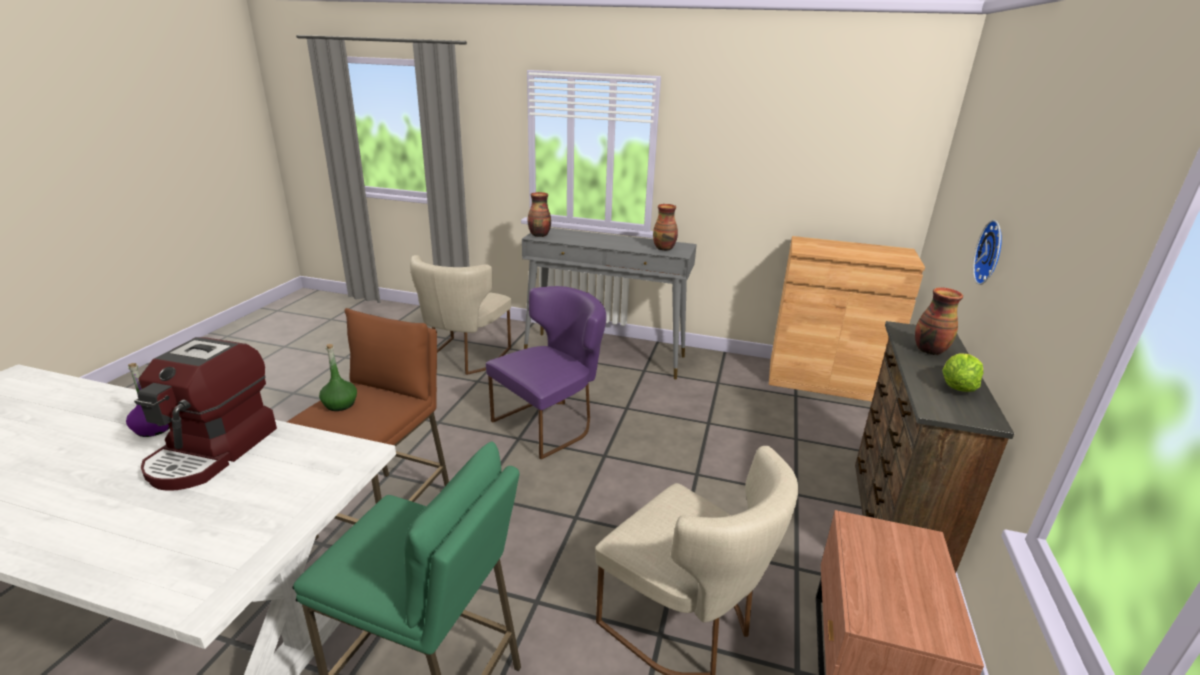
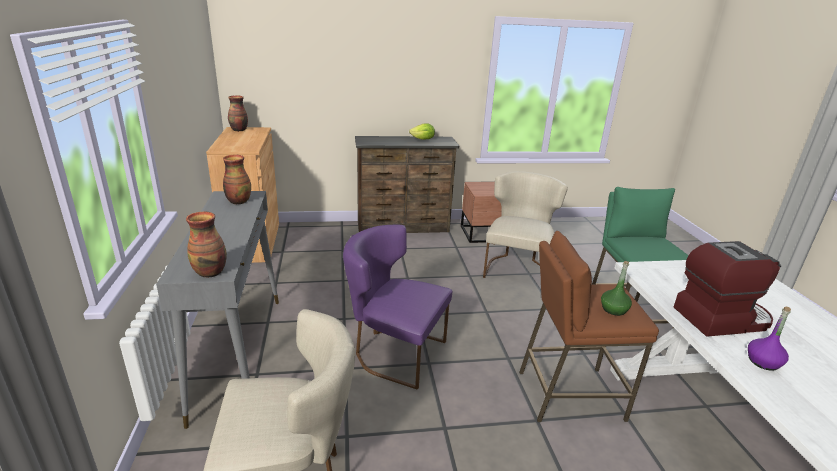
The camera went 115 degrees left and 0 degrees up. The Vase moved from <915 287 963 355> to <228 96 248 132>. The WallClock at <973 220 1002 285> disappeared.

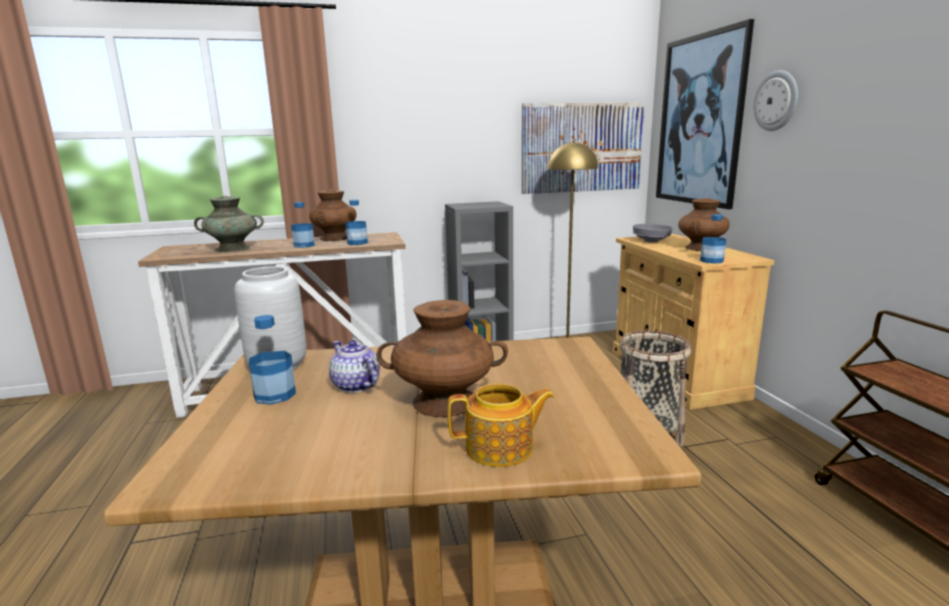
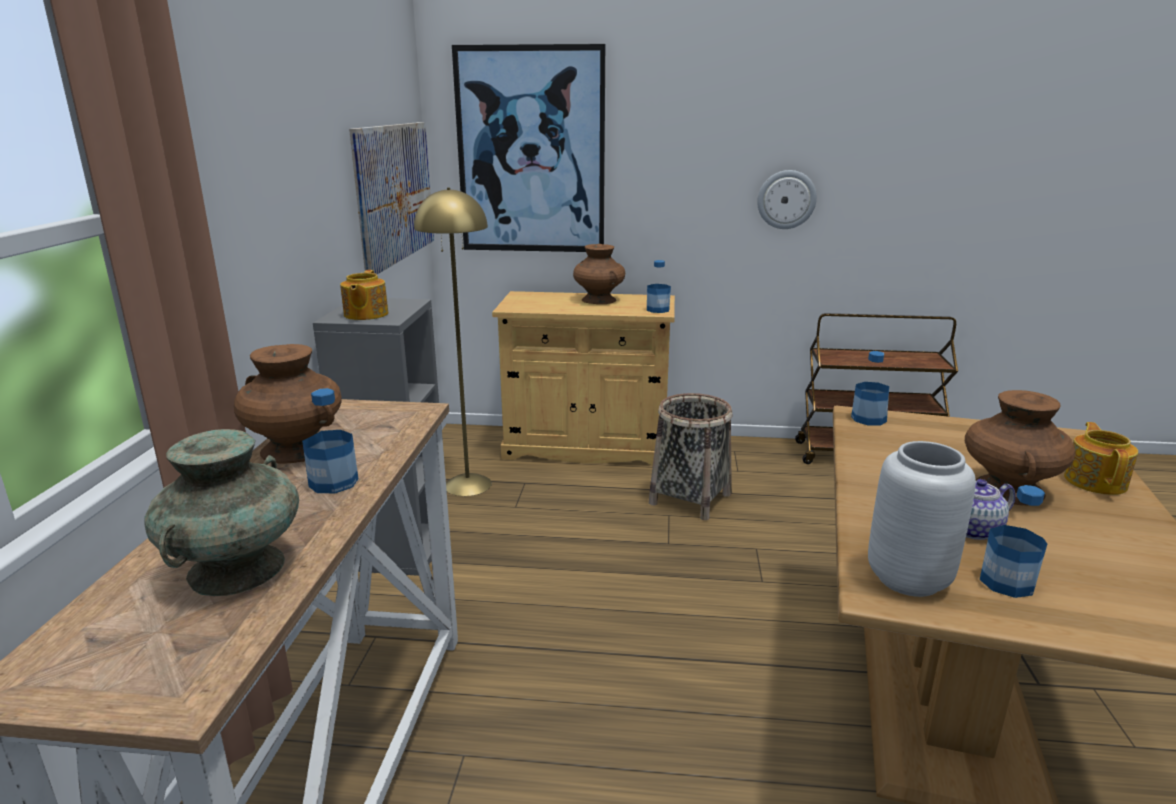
The camera went 70 degrees left and 5 degrees up. The Teapot at <340 270 388 320> appeared. The WallClock moved from <753 70 798 131> to <757 170 817 229>. The Bottle moved from <345 200 368 245> to <851 351 889 425>. The GreyBowl at <633 224 673 243> disappeared.

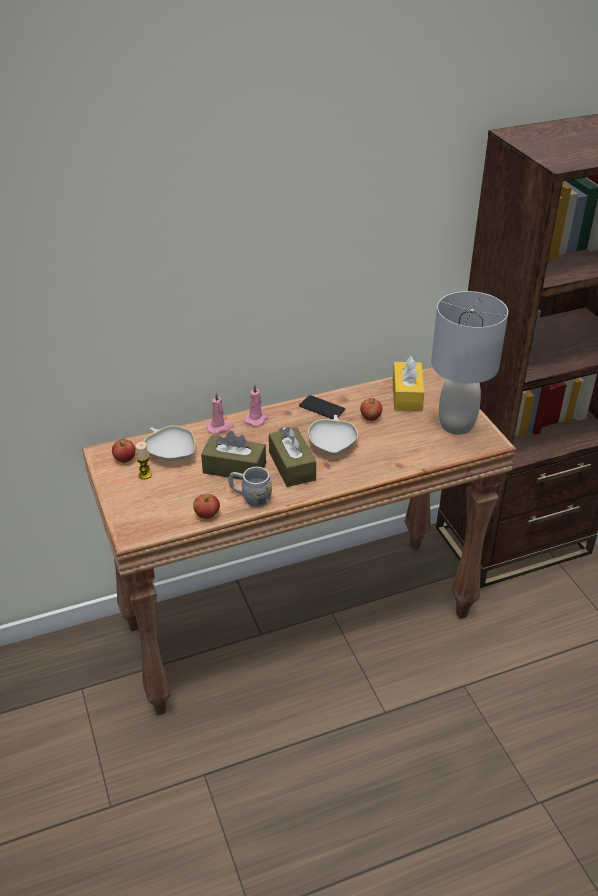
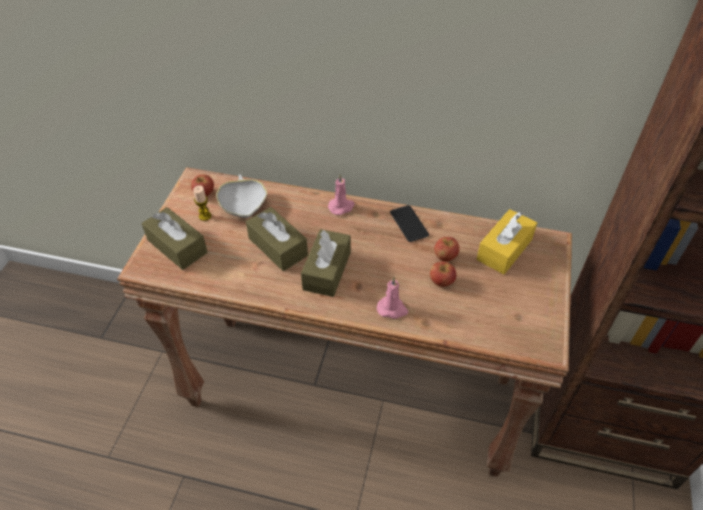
The camera went 35 degrees right and 10 degrees up. The BrownTissueBox at <142 207 208 270> appeared. The PinkCandle moved from <206 392 233 434> to <377 277 408 319>. The Apple moved from <193 494 220 519> to <430 261 456 287>. The GreyMug at <228 467 272 507> disappeared. The WhiteBowl at <308 415 358 455> disappeared. The GreyTableLamp at <431 291 508 435> disappeared.

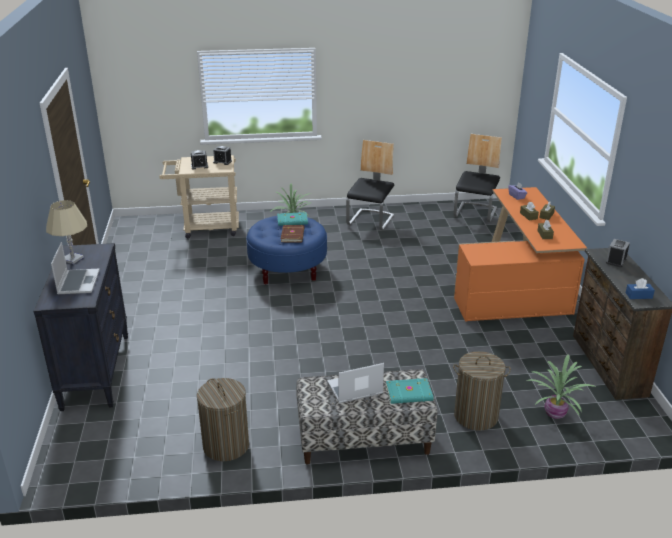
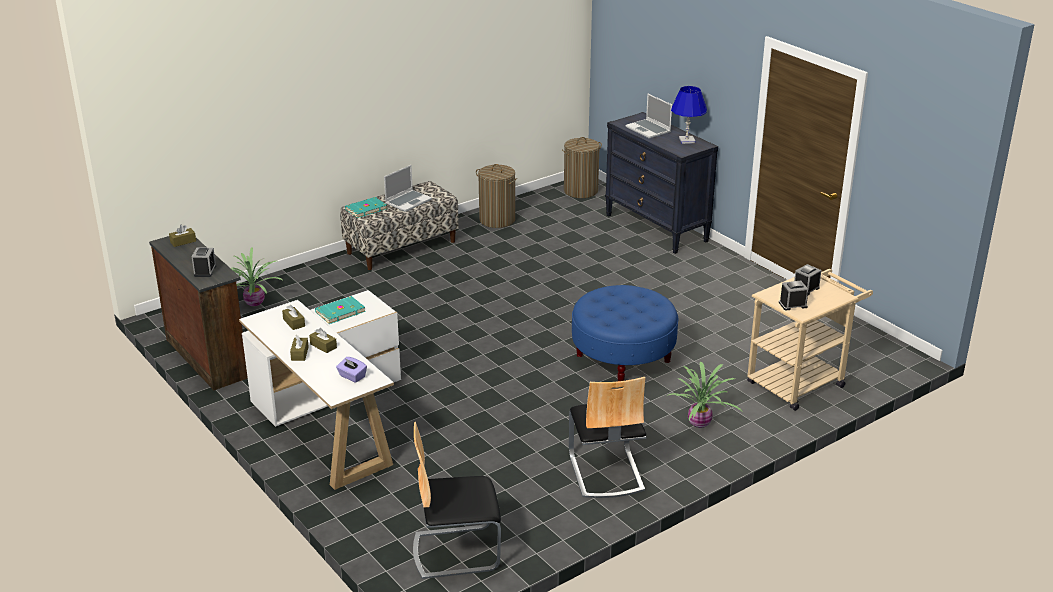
The camera went 150 degrees right and 0 degrees up. The BlueTissueBox at <626 278 655 299> became the BrownTissueBox at <169 225 196 247>. The OrangeDesk at <454 187 587 322> became the WhiteDesk at <239 290 401 490>. The TurquoiseBook moved from <277 212 308 226> to <315 296 366 324>. The Chair at <454 134 502 222> turned 90 degrees clockwise. The LaundryBasket moved from <453 351 511 431> to <562 137 602 198>. The BeigeTableLamp at <46 200 87 264> became the BlueTableLamp at <671 86 707 144>. The BrownBook at <281 225 304 243> disappeared.

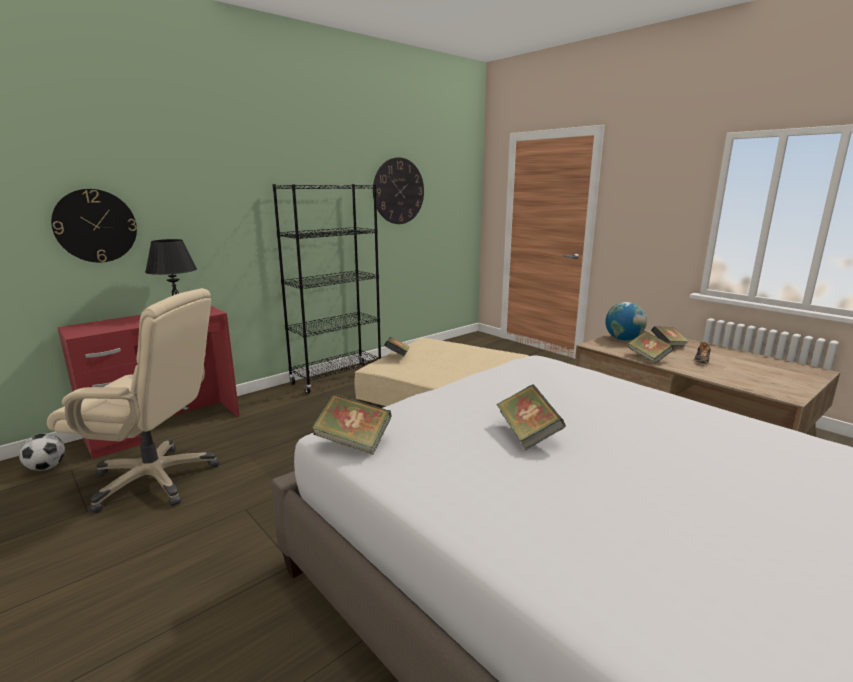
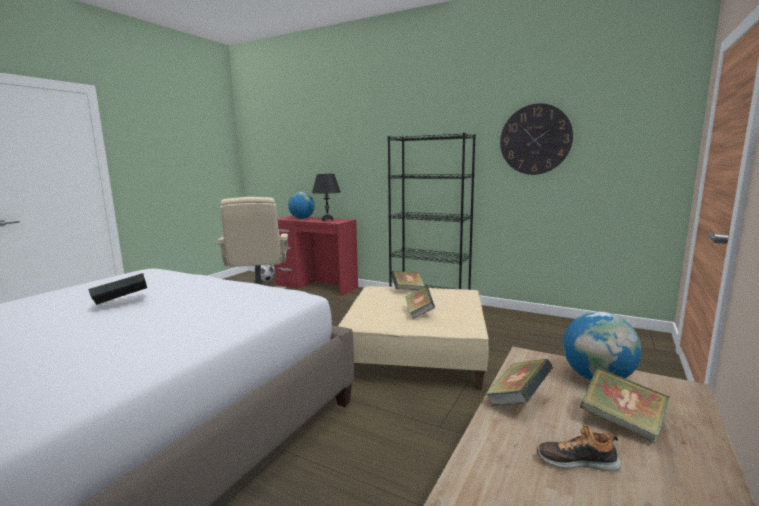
The camera went 70 degrees right and 5 degrees down. The Globe at <288 192 315 219> appeared. The Book moved from <312 393 391 455> to <406 286 435 319>. The WallClock at <51 189 137 262> disappeared.

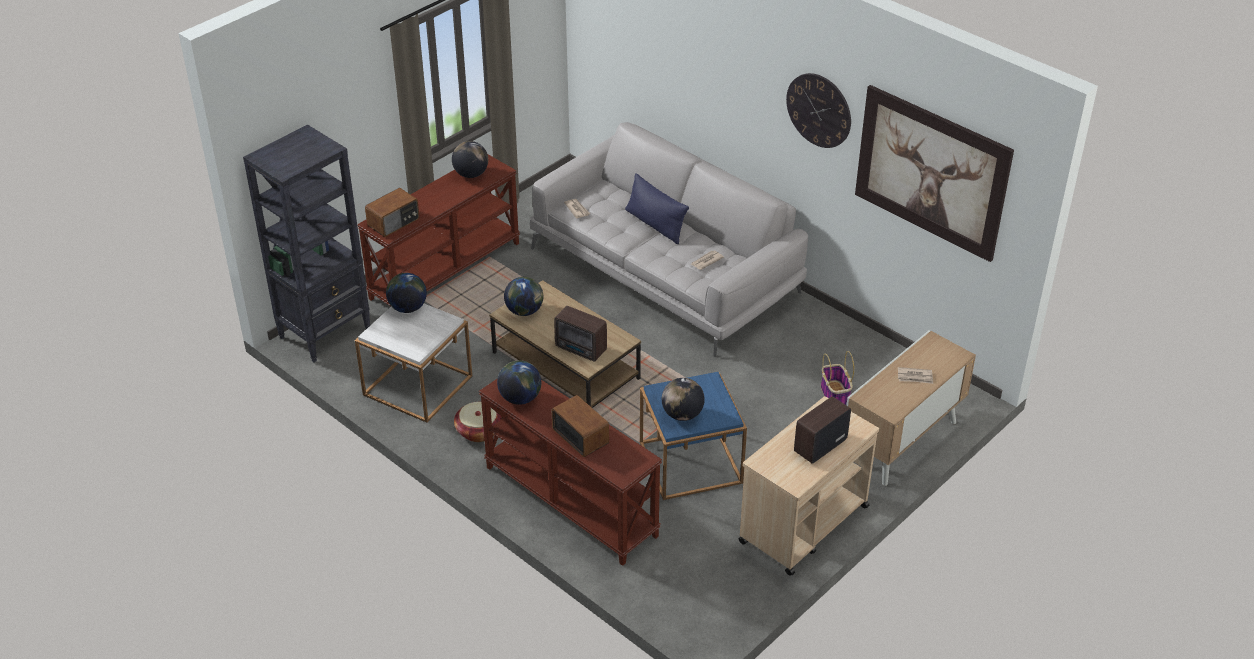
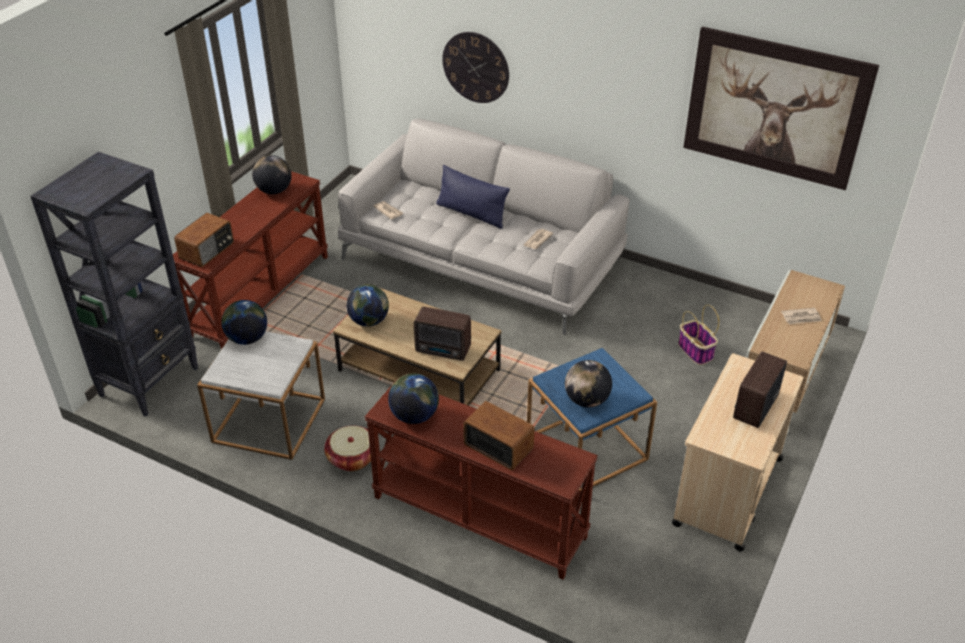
The camera went 15 degrees left and 0 degrees up. The WallClock moved from <786 73 851 148> to <442 32 509 103>.

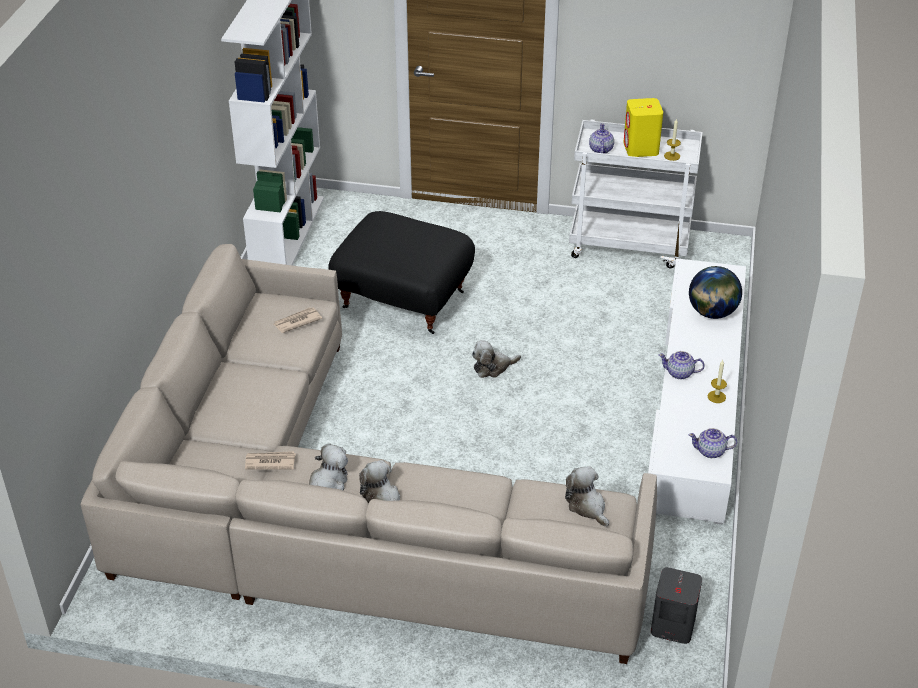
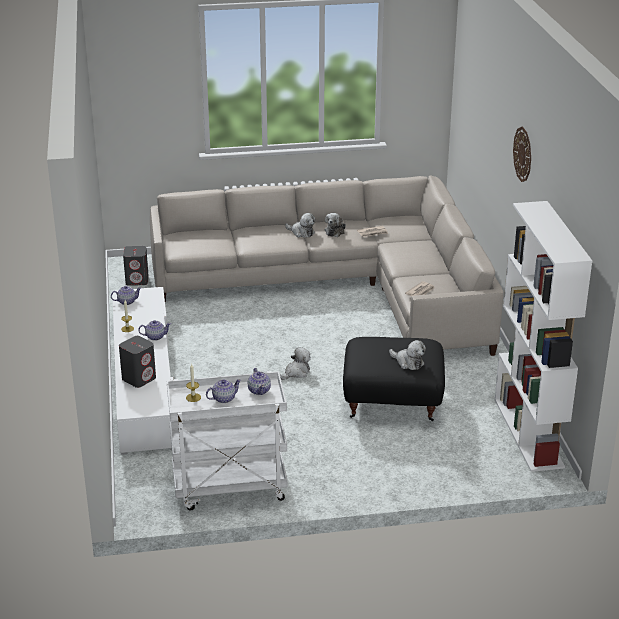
The camera went 160 degrees right and 10 degrees down. The Globe at <689 266 742 319> was replaced by the GreySpeaker at <119 336 156 388>. The YellowSpeaker at <623 98 663 157> was replaced by the Teapot at <206 379 241 403>. The PlushToy moved from <565 466 609 527> to <389 340 426 370>. The WallClock at <513 127 531 182> appeared.

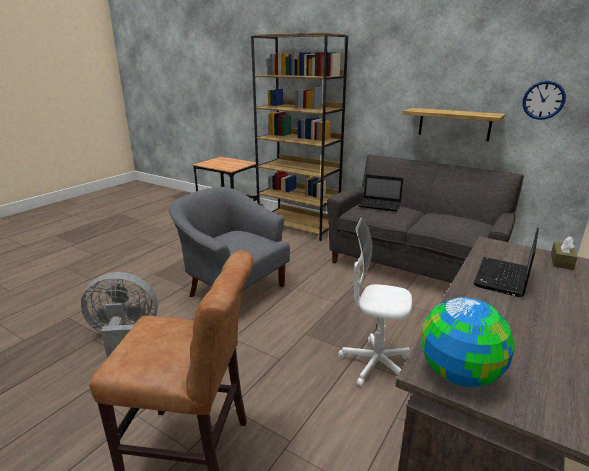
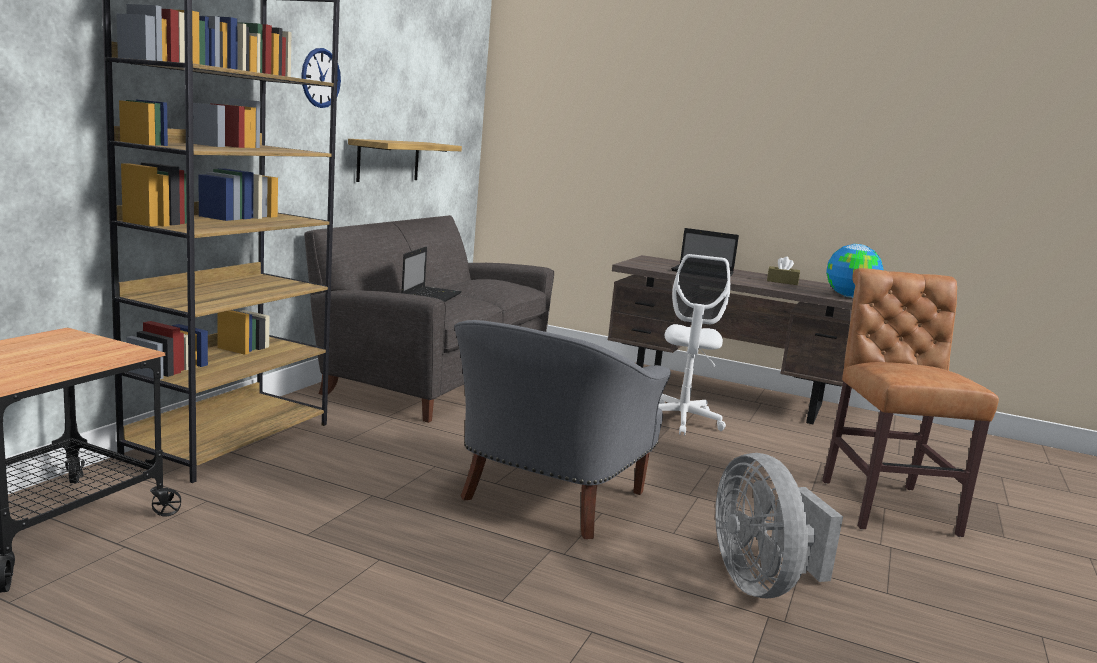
The camera went 100 degrees left and 10 degrees down. The WallClock moved from <522 81 566 120> to <301 48 341 108>. The BrownTissueBox moved from <551 236 578 270> to <767 256 800 285>.

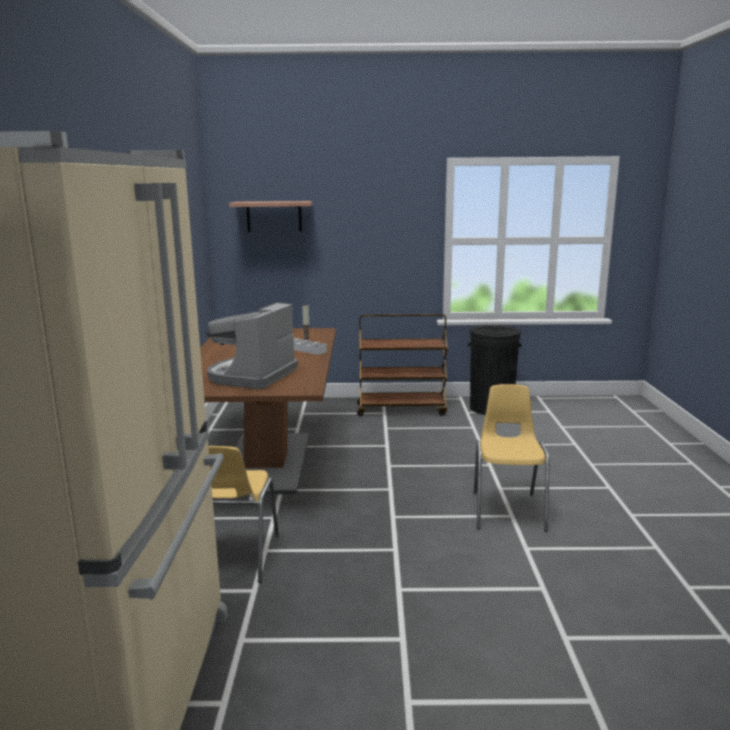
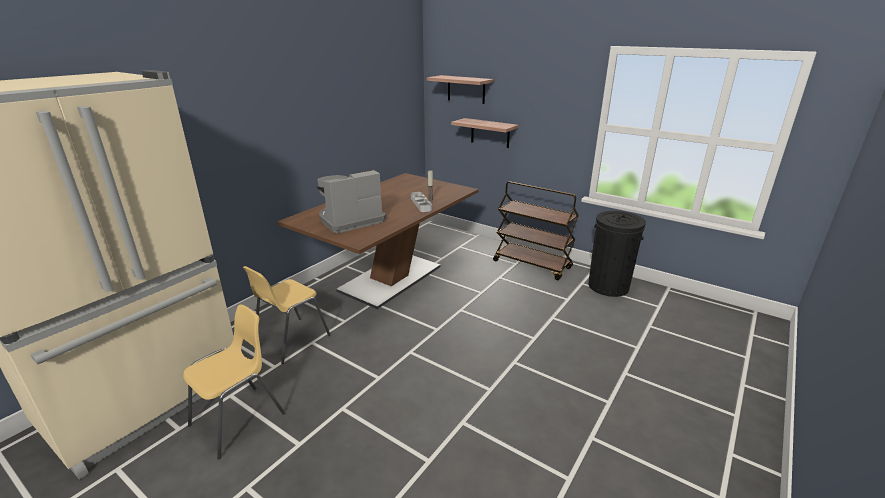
The camera went 35 degrees right and 10 degrees up. The YellowChair moved from <474 384 550 532> to <183 304 285 459>. The Shelf at <451 118 518 148> appeared.

